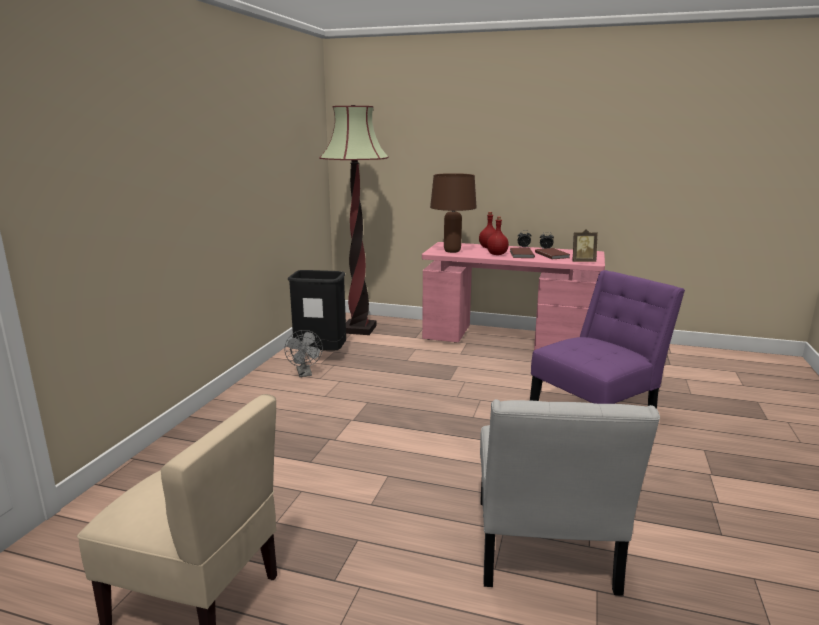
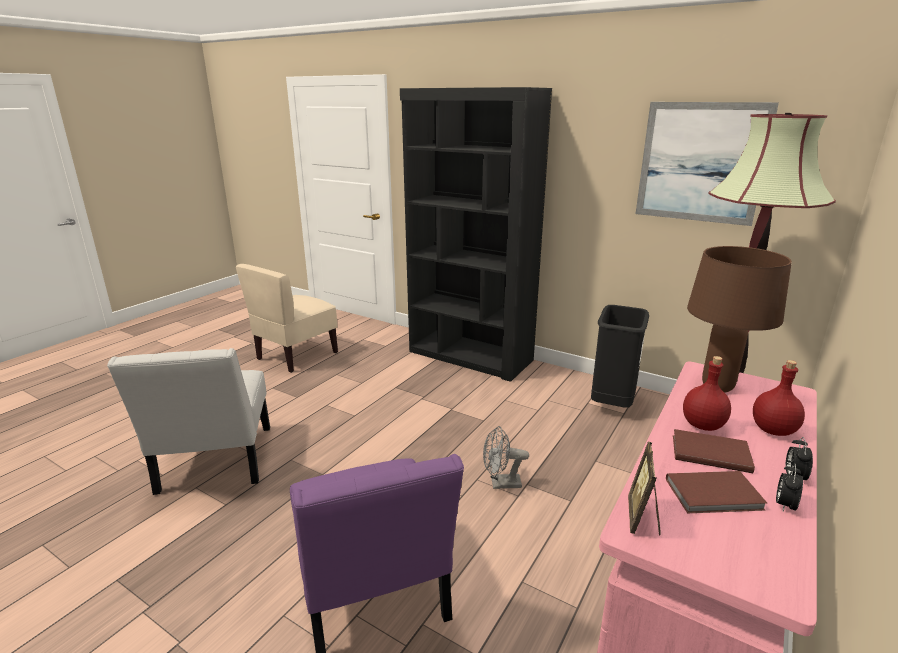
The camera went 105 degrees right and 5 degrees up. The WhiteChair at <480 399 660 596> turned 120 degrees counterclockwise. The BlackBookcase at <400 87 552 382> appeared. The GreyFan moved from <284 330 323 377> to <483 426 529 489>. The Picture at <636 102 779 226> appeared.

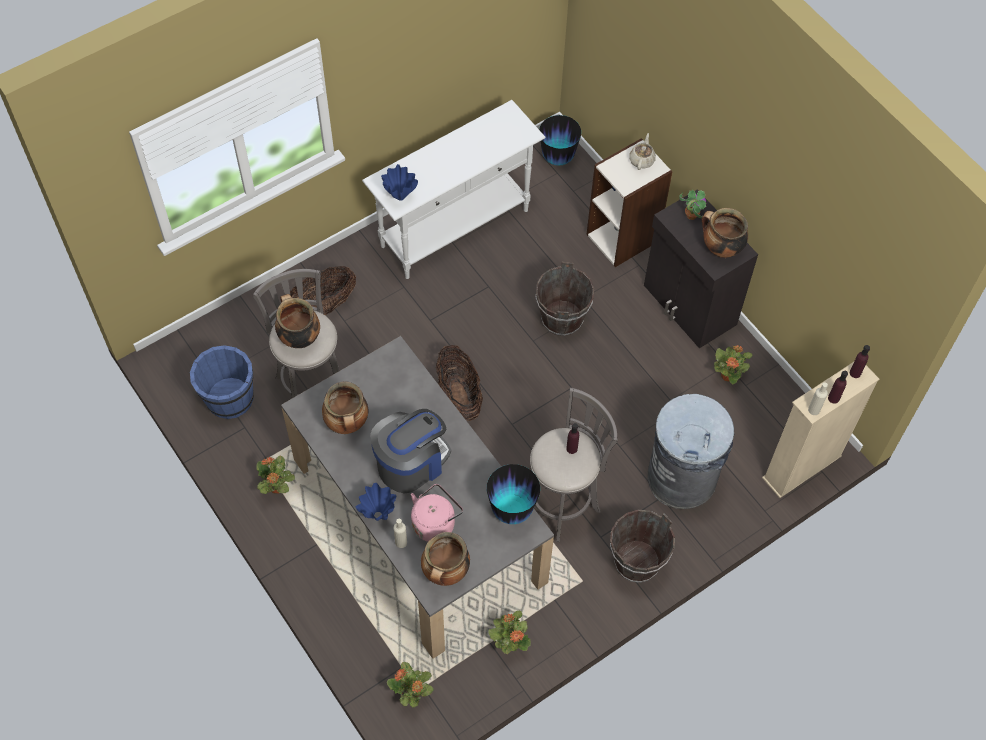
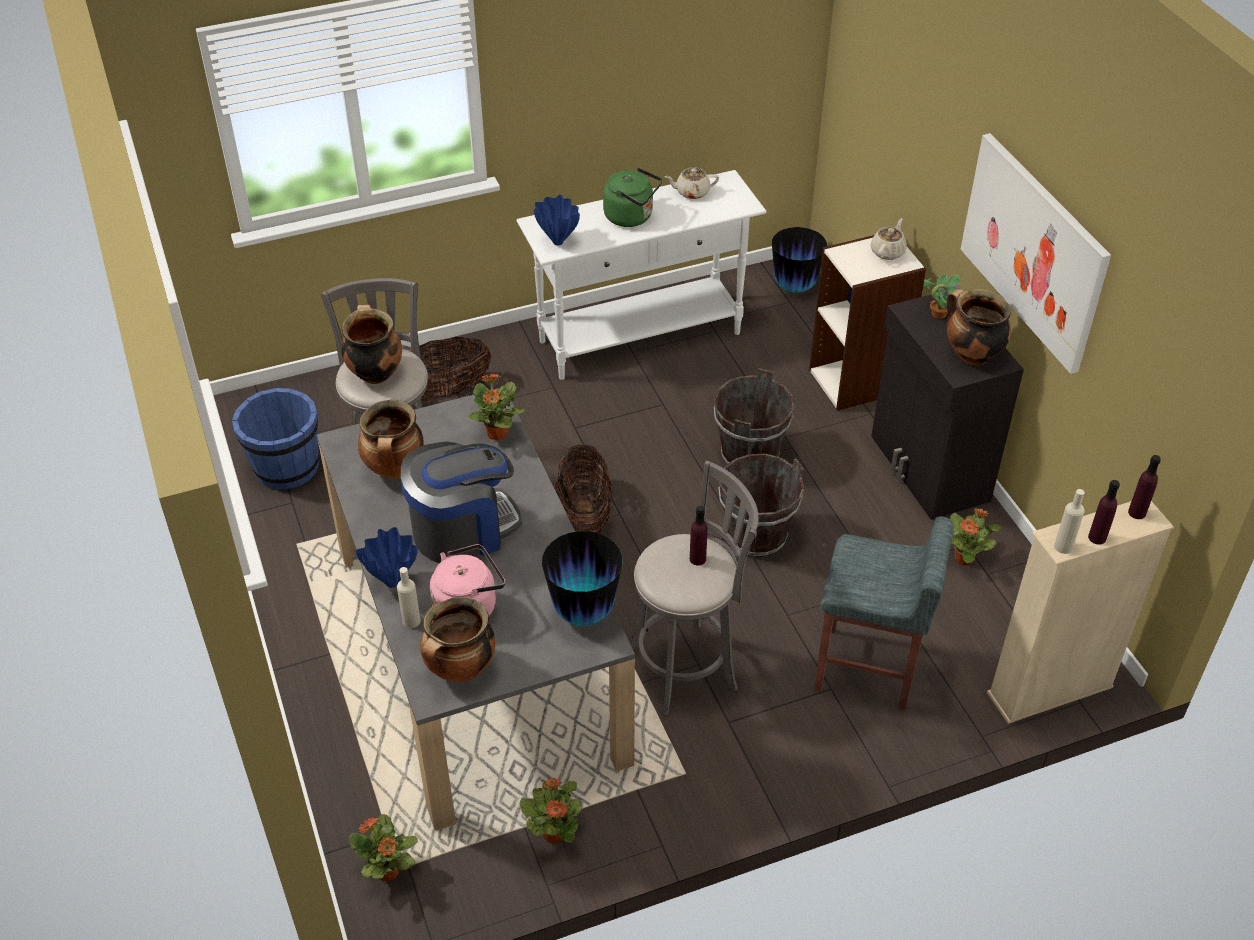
The camera went 15 degrees right and 15 degrees down. The PottedPlant moved from <256 456 295 494> to <468 373 525 440>. The GreenKettle at <603 167 662 227> appeared. The BeigeTeapot at <664 167 719 199> appeared. The BrownBucket moved from <610 510 675 583> to <719 454 804 558>. The GreyTrashCan at <648 394 734 509> was replaced by the GreyStool at <814 516 954 711>. The Picture at <960 133 1111 374> appeared.

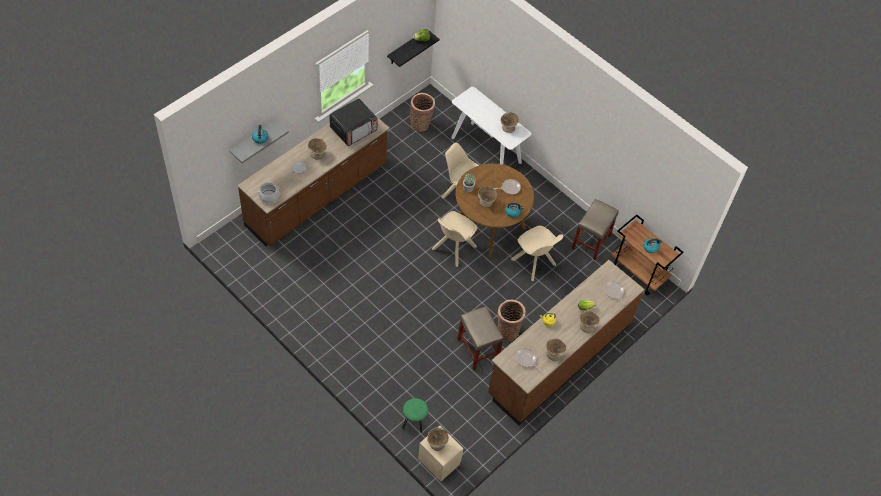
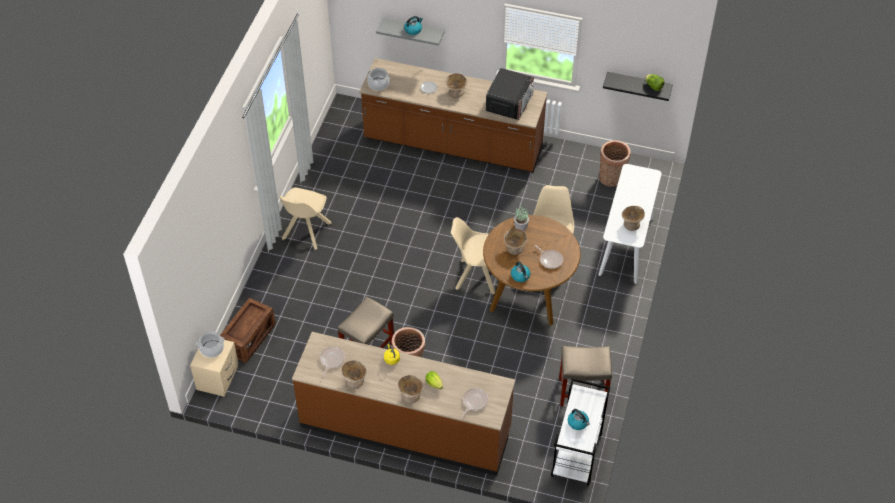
The camera went 65 degrees right and 5 degrees down. The BeigeBowl at <427 427 449 451> was replaced by the CookingPot at <196 331 224 357>. The GreenStool at <402 398 428 433> was replaced by the Crate at <220 298 275 363>. The BeigeChair moved from <511 226 563 281> to <279 187 332 250>. The Microwave at <329 99 378 146> turned 90 degrees counterclockwise. The BrownCart at <611 215 683 295> became the WhiteCart at <551 378 611 486>.

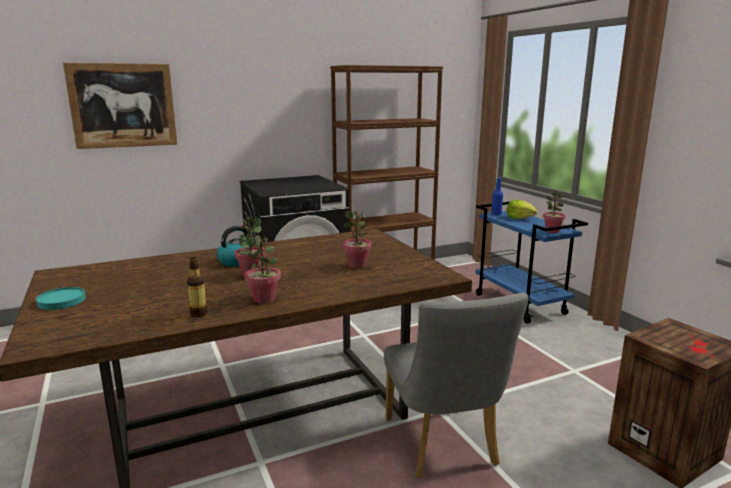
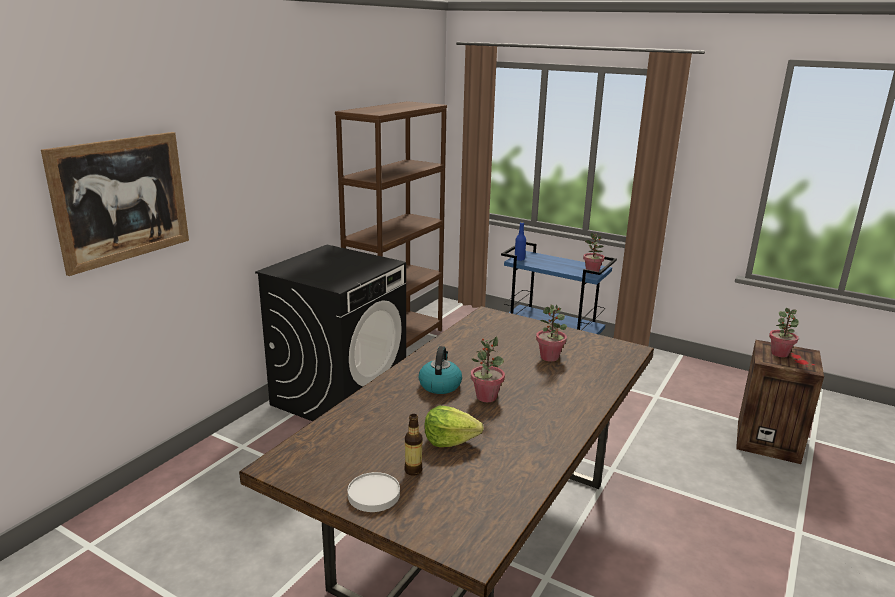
The camera went 35 degrees left and 5 degrees up. The TurquoisePlate at <36 287 86 310> became the WhitePlate at <348 472 400 512>. The Bottle moved from <187 257 207 317> to <404 414 423 476>. The Lettuce moved from <507 200 538 219> to <425 406 484 447>. The PottedPlant moved from <245 235 281 303> to <769 308 799 358>. The GreyChair at <384 293 529 478> disappeared.

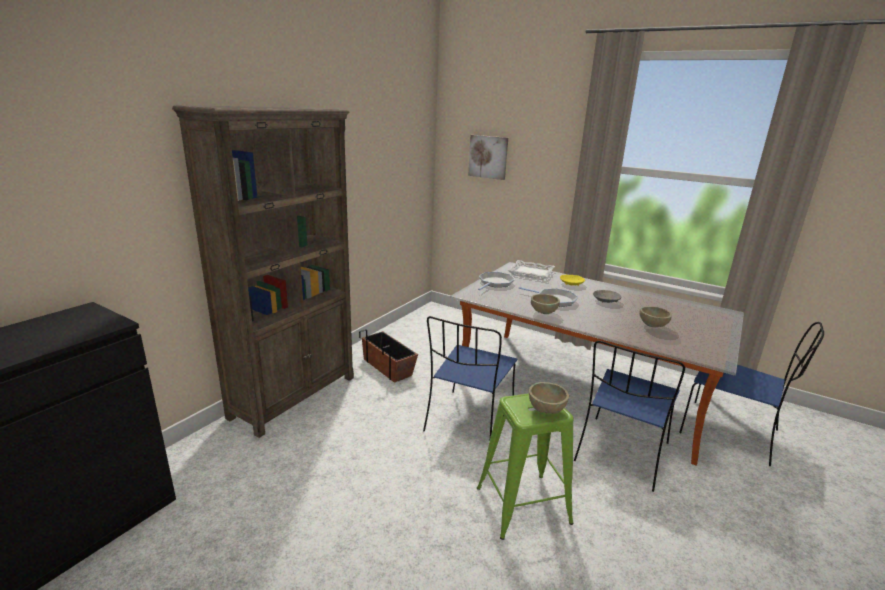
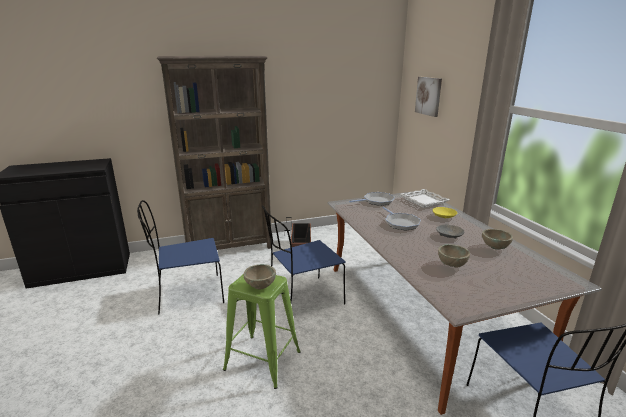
The camera went 40 degrees right and 0 degrees up. The BlueChair moved from <574 341 685 492> to <137 200 224 315>. The BeigeBowl moved from <531 294 560 314> to <482 229 513 250>.

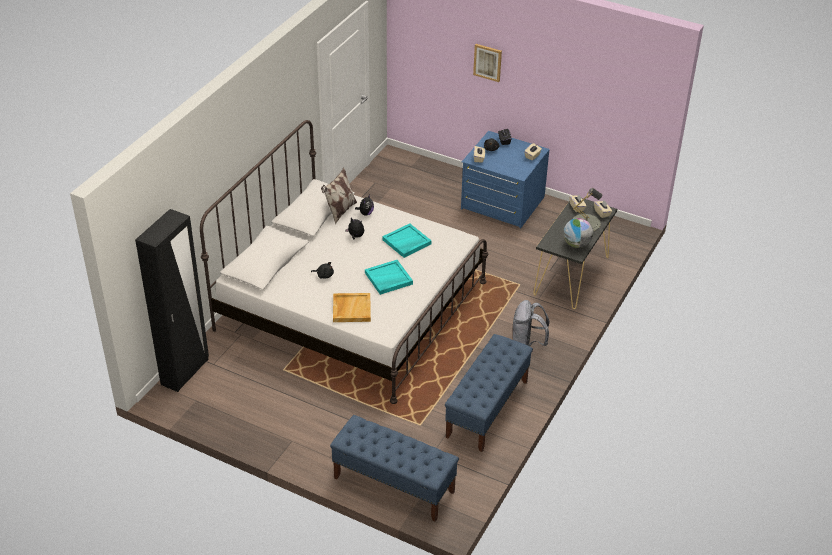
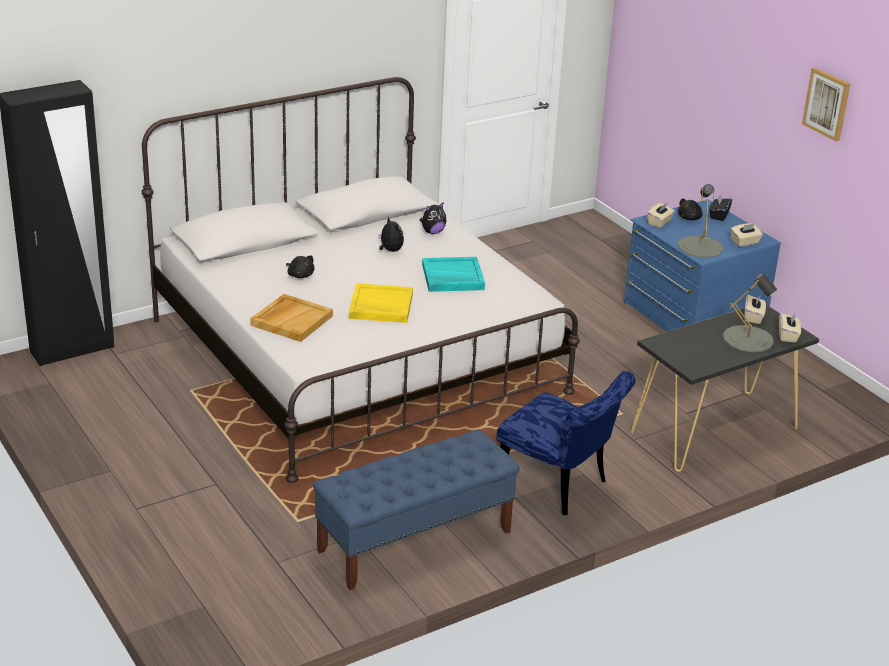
The camera went 30 degrees right and 10 degrees down. The TurquoiseTray at <365 260 413 295> became the YellowTray at <349 283 413 323>. The GreyBackpack at <513 300 549 346> was replaced by the BlueChair at <496 371 635 515>. The GreyTableLamp at <678 184 723 258> appeared. The Picture moved from <473 44 502 82> to <802 68 850 142>. The Pillow at <321 167 357 225> disappeared. The BlueBench at <330 415 459 522> disappeared. The Globe at <563 218 593 248> disappeared.

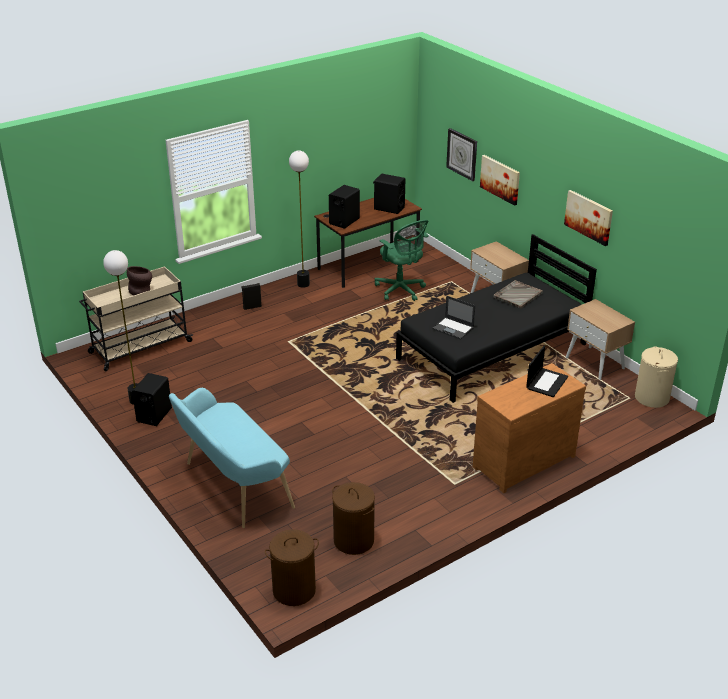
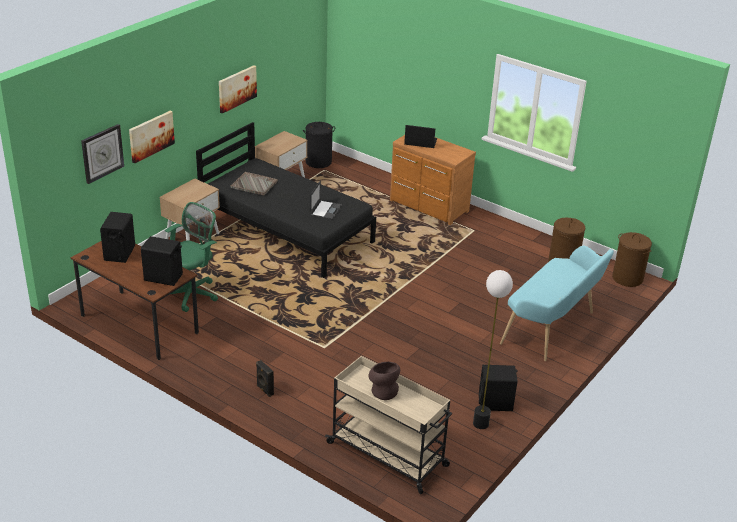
The camera went 110 degrees left and 0 degrees up. The BeigeLaundryBasket at <635 346 678 408> became the BlackLaundryBasket at <303 122 335 168>. The FloorLamp at <289 150 310 288> disappeared.

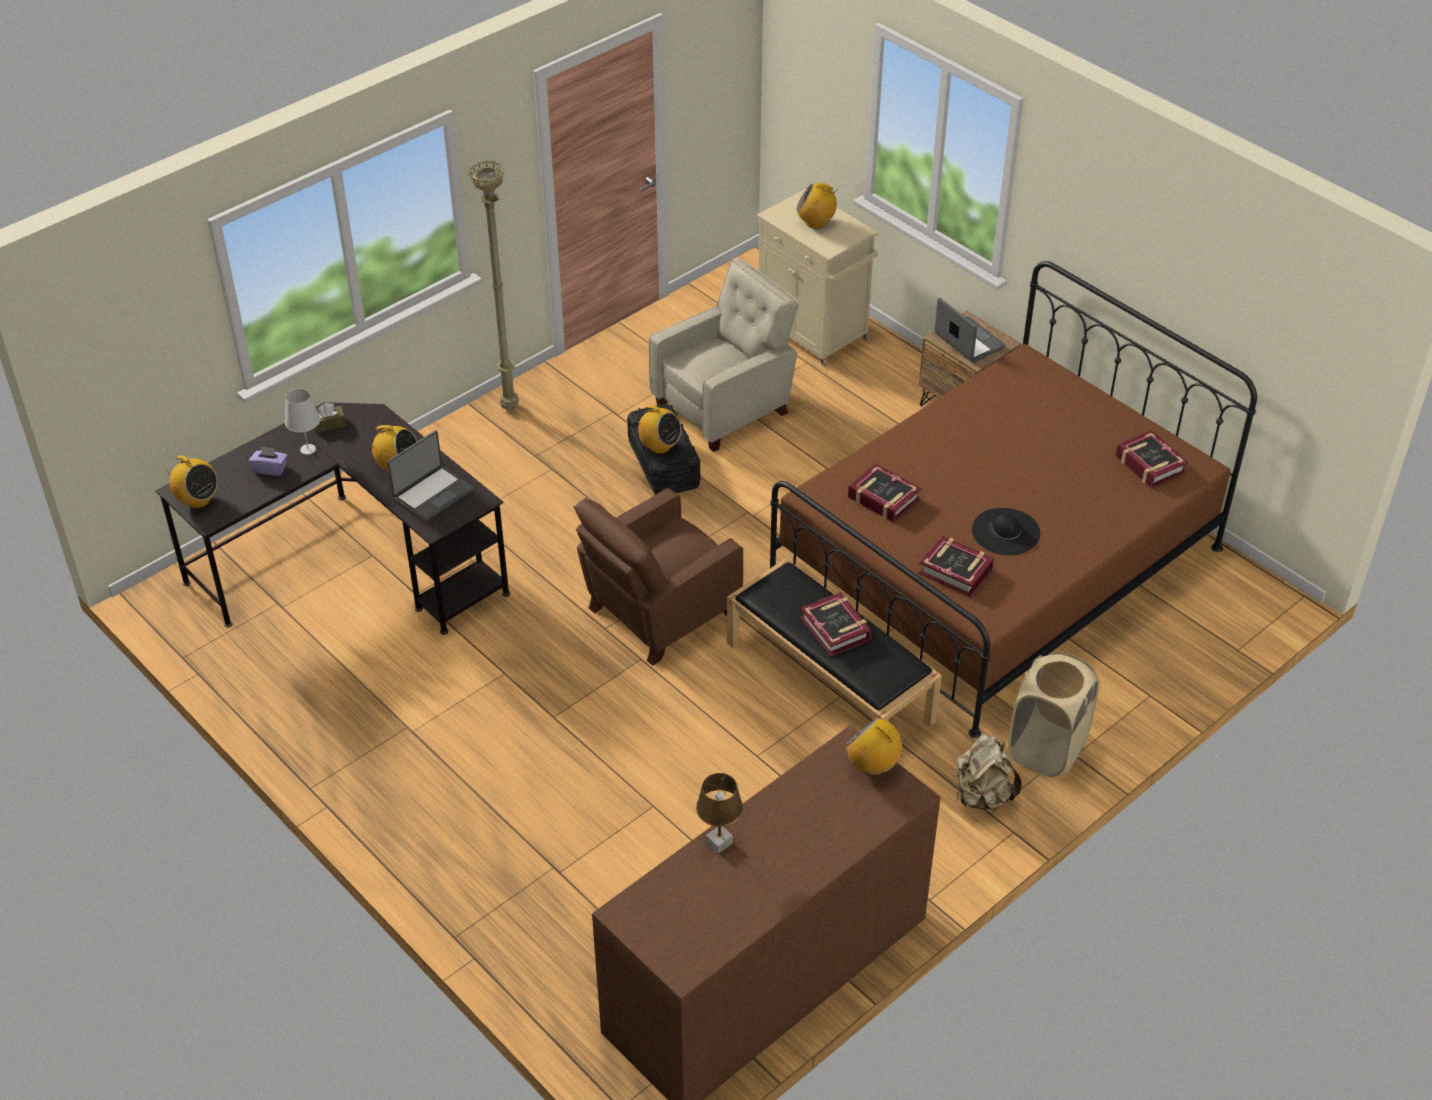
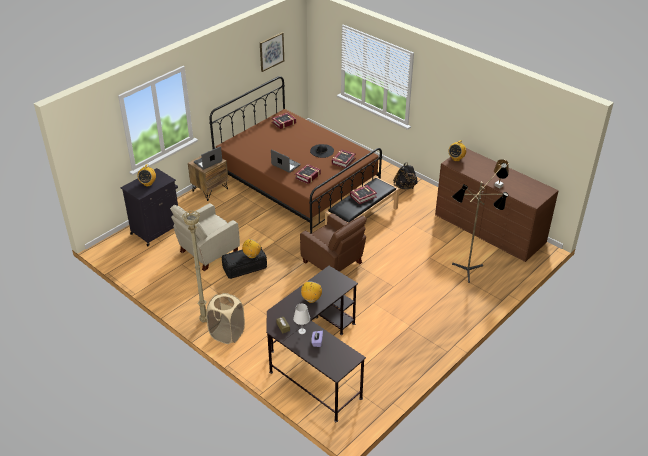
The camera went 95 degrees left and 5 degrees down. The BeigeCabinet at <757 189 878 367> became the BlackCabinet at <121 168 178 246>. The BeigeArmchair at <649 259 799 452> turned 90 degrees counterclockwise. The BeigeLaundryBasket moved from <1008 652 1099 777> to <206 293 245 344>. The Picture at <260 32 284 72> appeared. The Laptop moved from <387 430 473 522> to <271 149 301 173>. The BeigeBackpack at <957 734 1022 810> became the BlackBackpack at <393 163 418 190>. The FloorLamp at <452 163 508 283> appeared. The Radio at <164 455 218 508> disappeared.

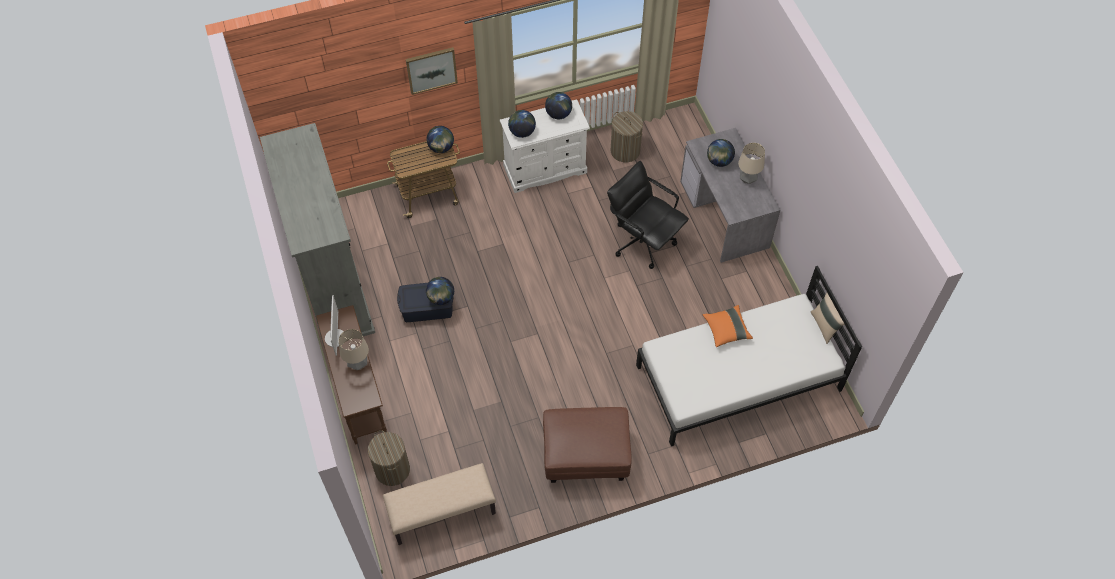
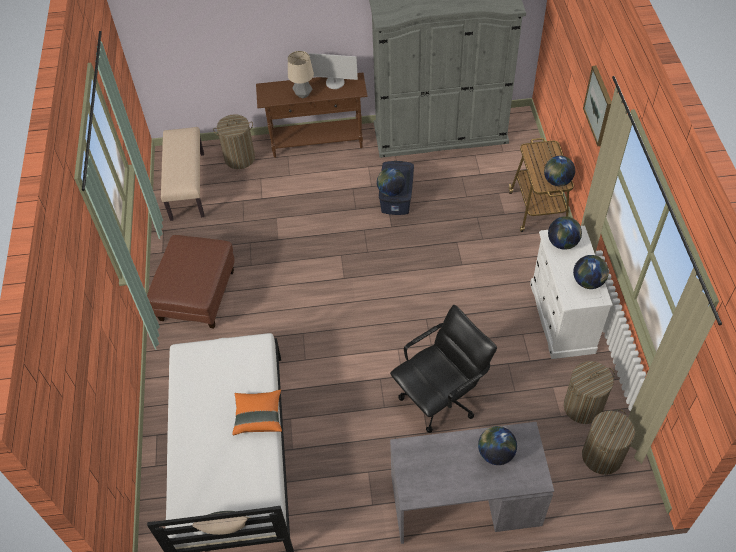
The camera went 105 degrees right and 5 degrees down. The LaundryBasket at <582 409 635 475> appeared. The TableLamp at <738 143 765 184> disappeared.

